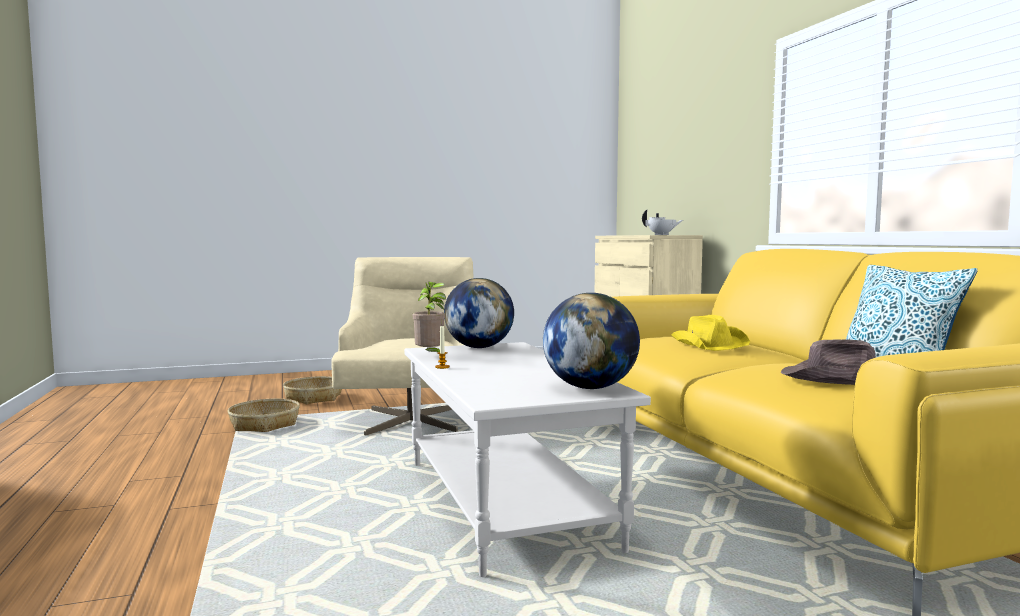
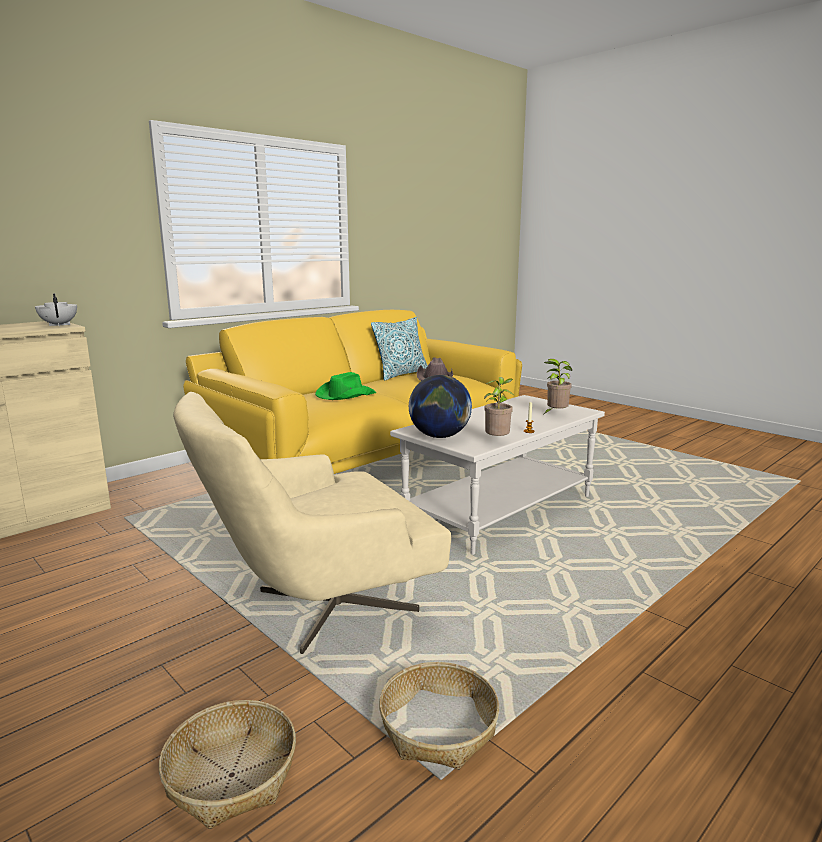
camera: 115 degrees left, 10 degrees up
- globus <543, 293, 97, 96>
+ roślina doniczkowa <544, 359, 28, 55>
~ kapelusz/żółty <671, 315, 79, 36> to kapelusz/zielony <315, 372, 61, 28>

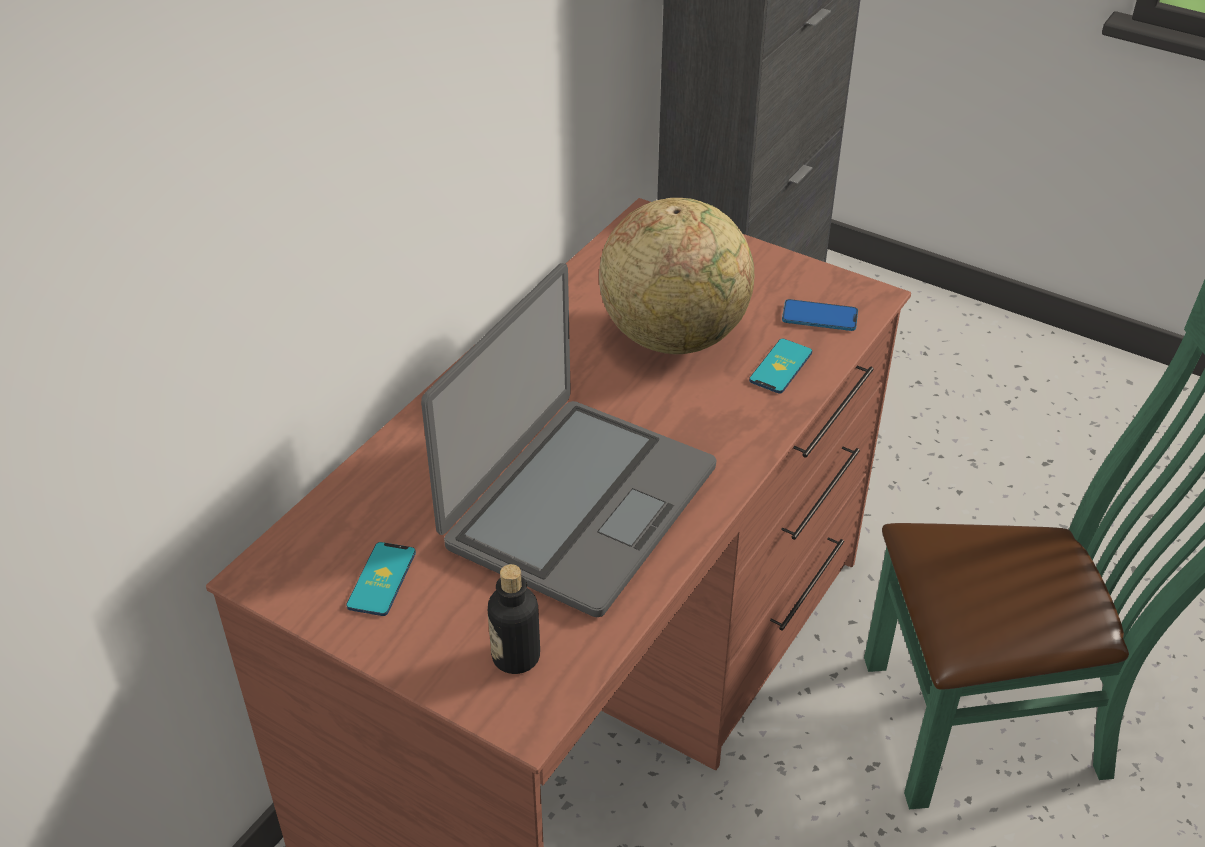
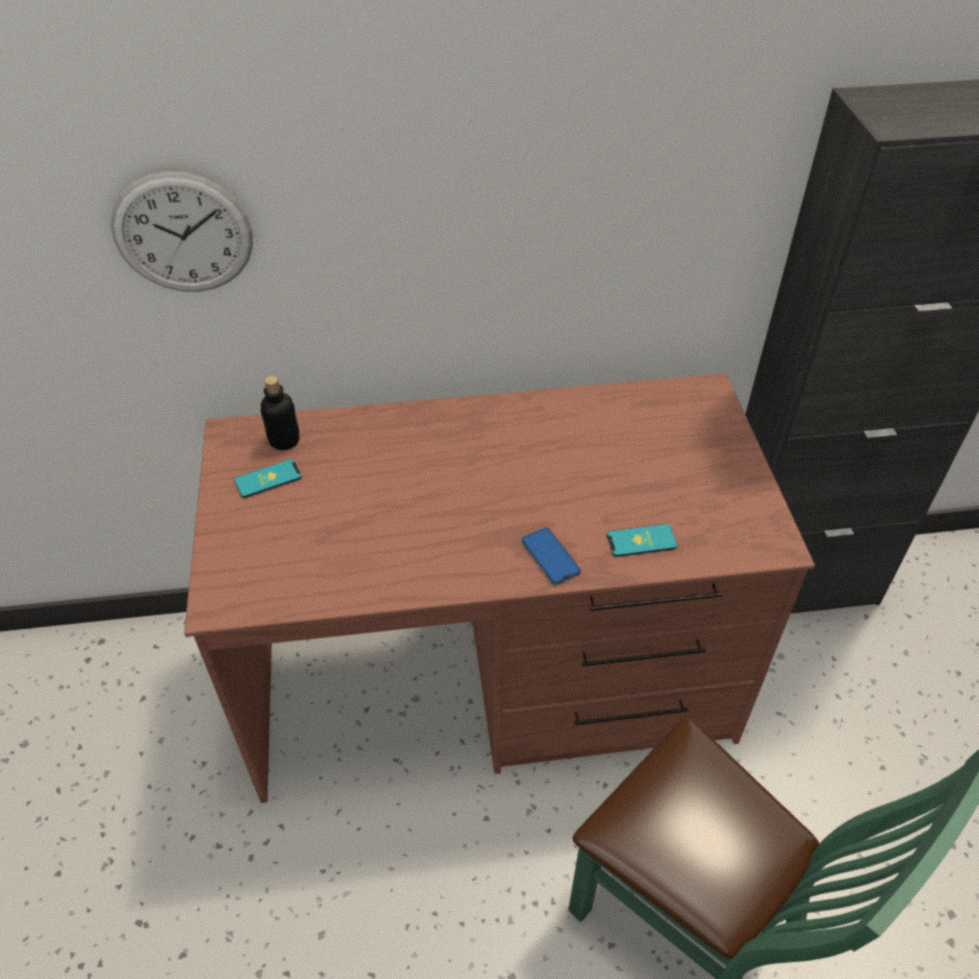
camera: 50 degrees right, 5 degrees up
- laptop <421, 263, 295, 354>
- globus <599, 198, 155, 156>
+ zegar ścienny <111, 171, 142, 121>
~ butelka <488, 564, 52, 110> to <261, 376, 38, 74>
~ telefon <782, 299, 76, 32> to <522, 528, 59, 57>

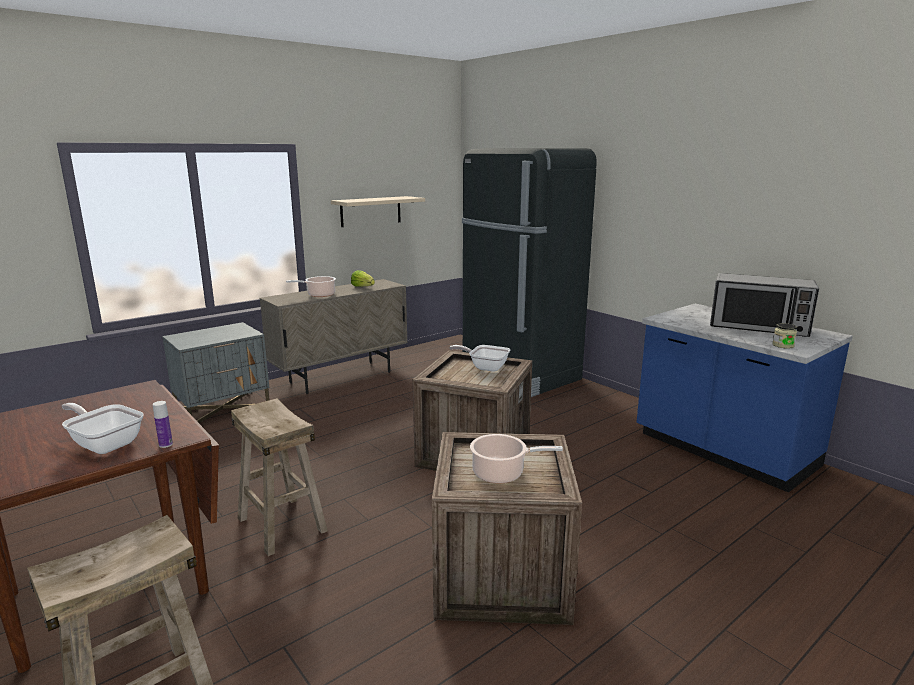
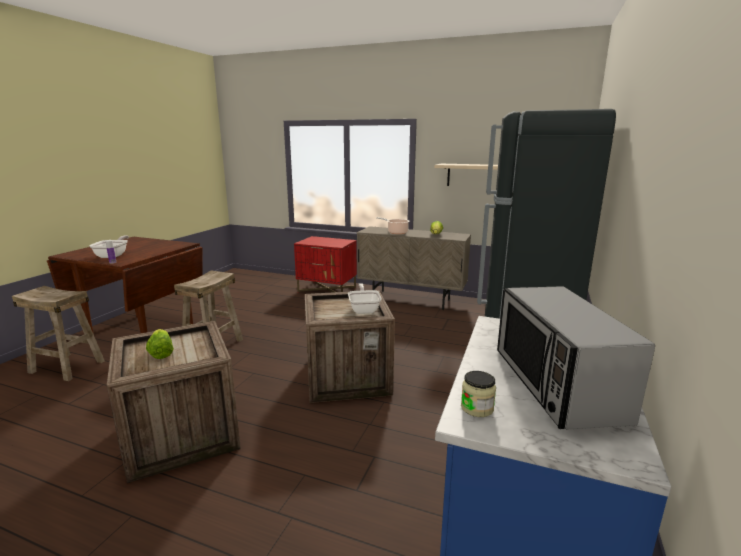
camera: 60 degrees right, 0 degrees up
~ garnek <470, 434, 93, 50> to sałata <146, 329, 28, 30>
~ szafka nocna/szary <162, 322, 107, 101> to szafka nocna/czerwony <294, 236, 63, 57>

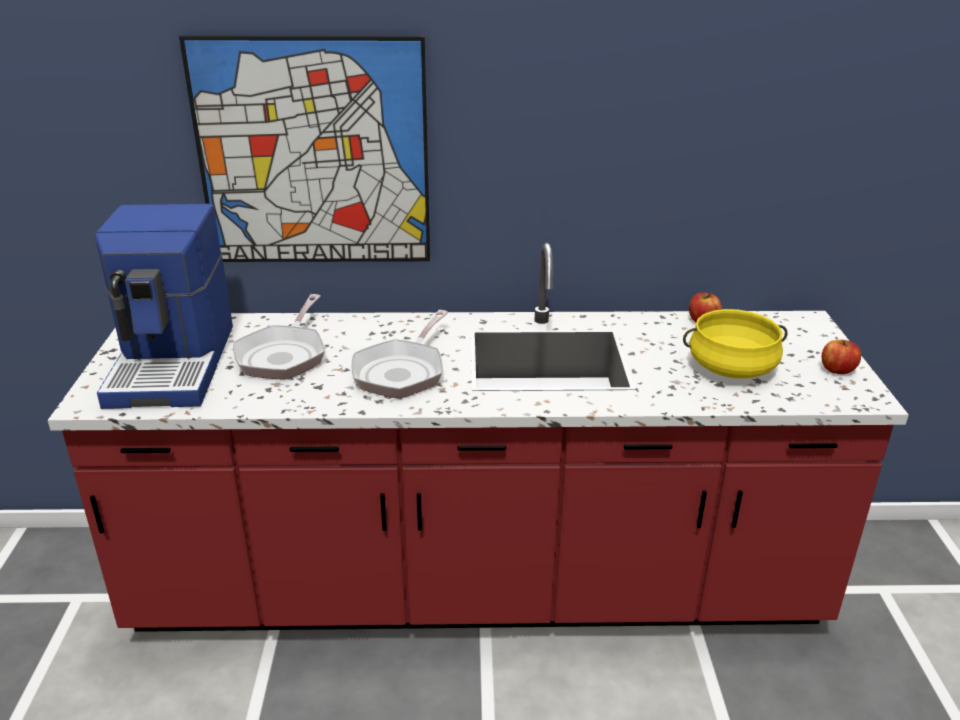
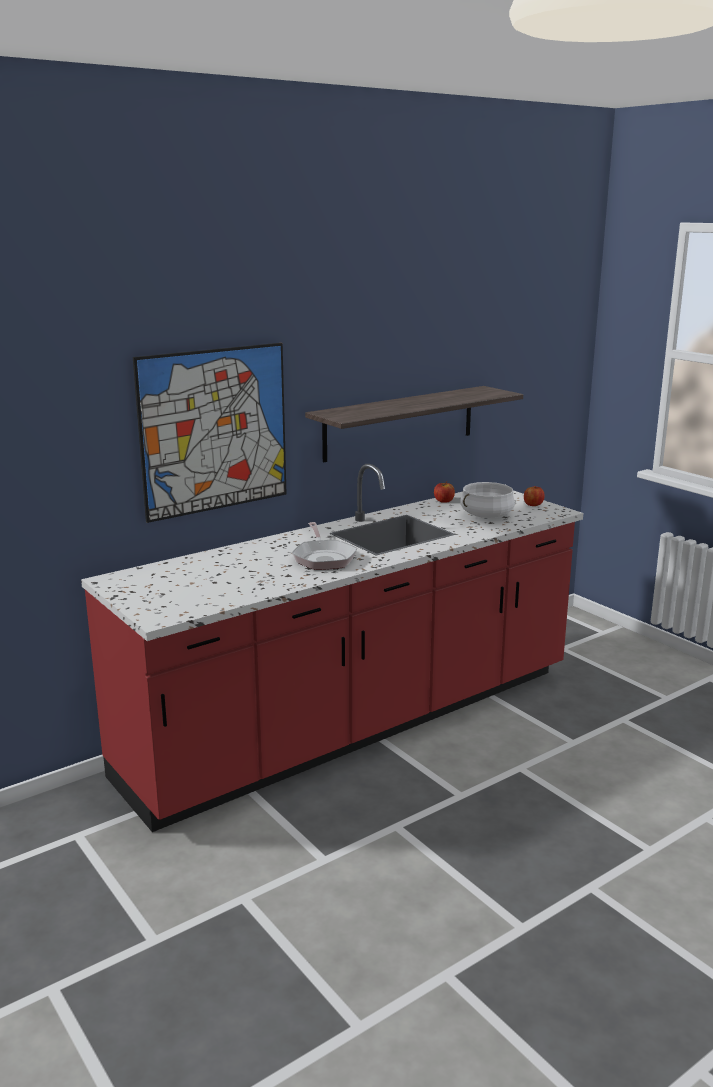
camera: 35 degrees left, 10 degrees down
- ekspres do kawy <95, 204, 138, 205>
- patelnia <233, 294, 92, 86>
+ półka <305, 386, 218, 76>
~ garnek/żółty <683, 309, 105, 70> to garnek/biały <460, 482, 55, 36>

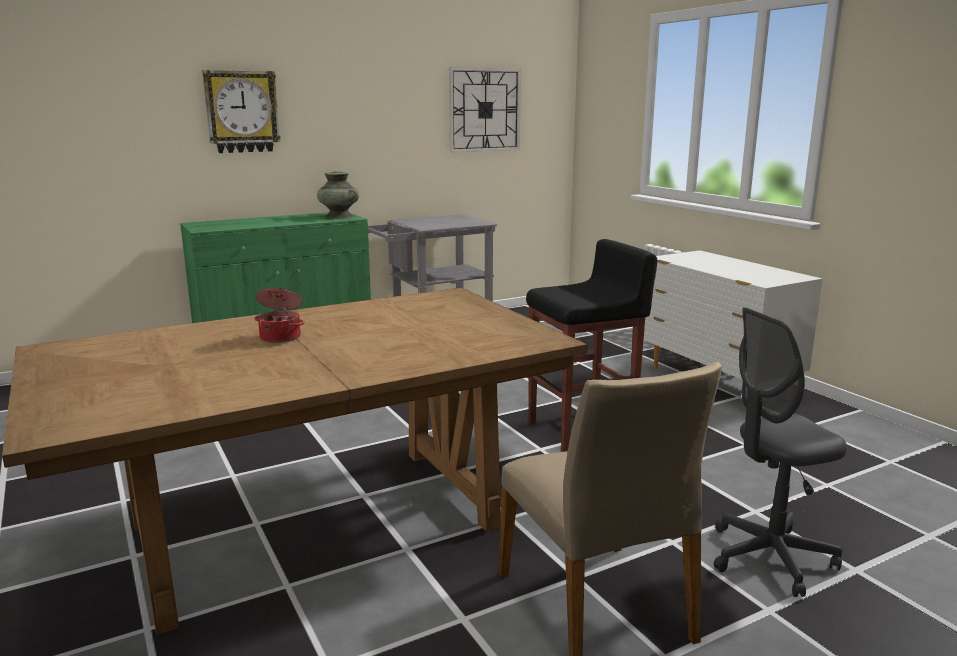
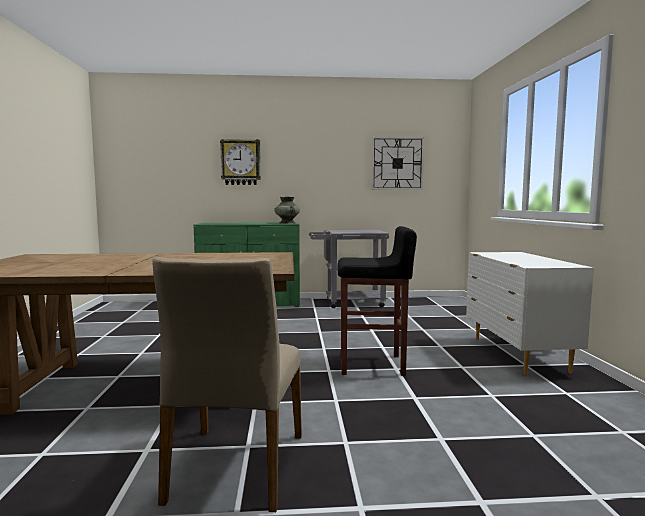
camera: 25 degrees right, 10 degrees down
- garnek <254, 288, 51, 55>
- krzesło biurowe/szary <714, 308, 133, 289>

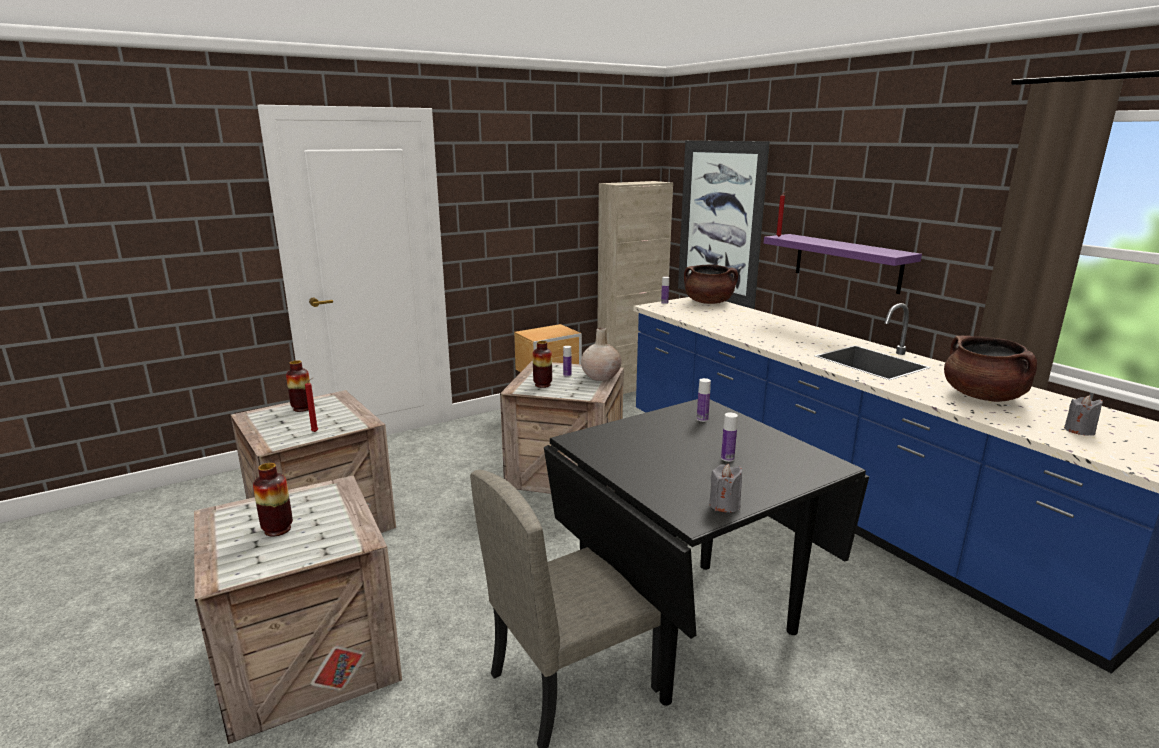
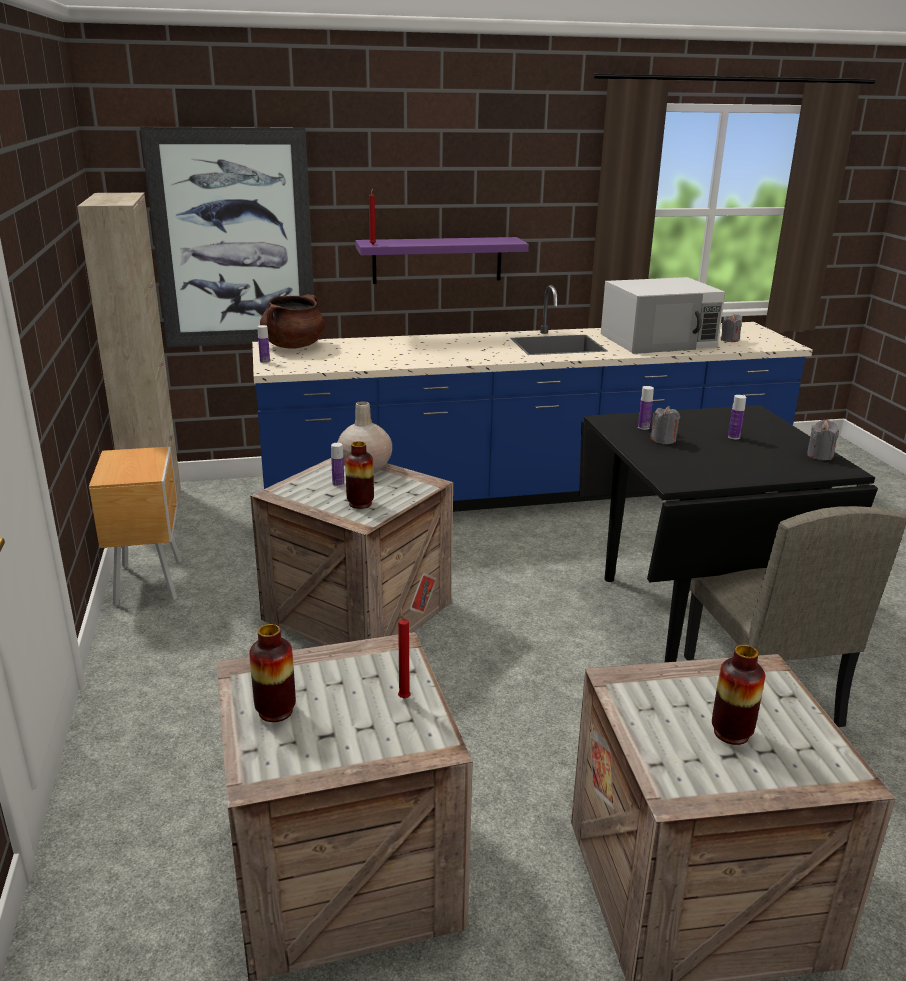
camera: 70 degrees left, 5 degrees up
+ świeca/szary <650, 406, 30, 38>
~ garnek/brązowy <944, 336, 93, 66> to mikrofalówka/biały <601, 277, 124, 77>

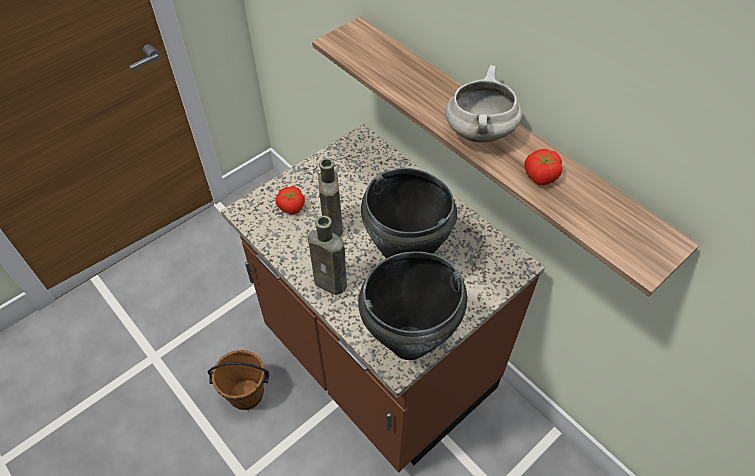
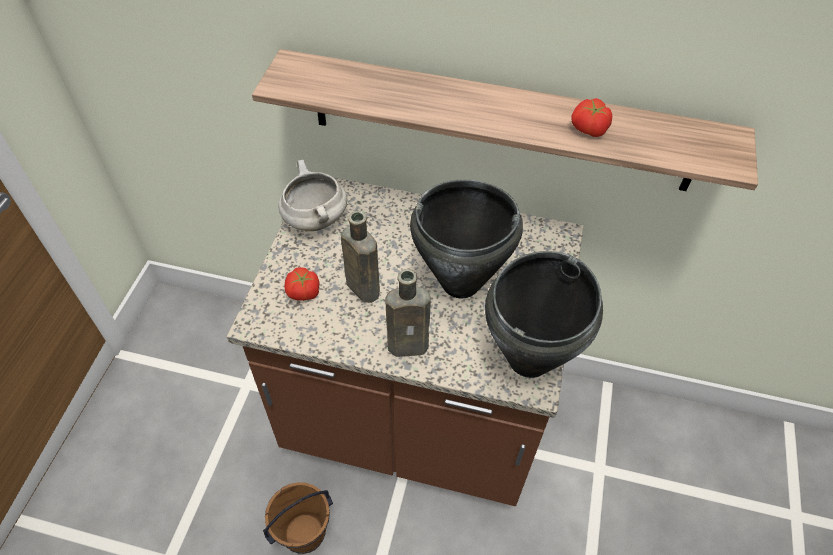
camera: 35 degrees left, 0 degrees up
~ garnek/biały <445, 65, 77, 78> to <278, 160, 69, 71>

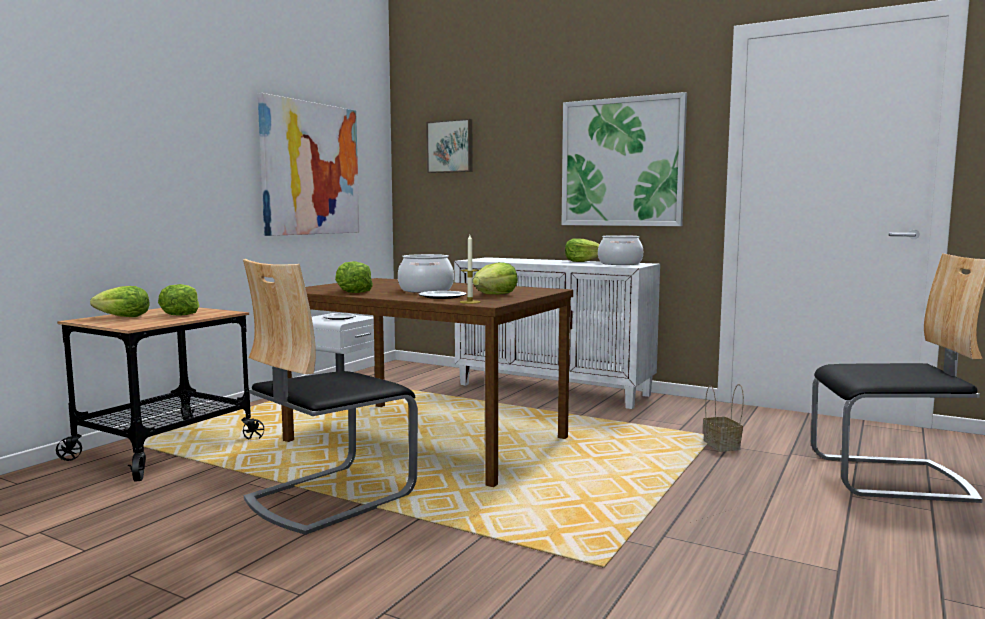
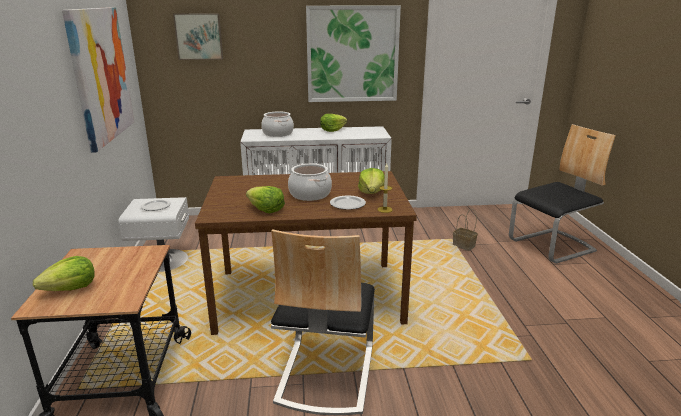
camera: 35 degrees left, 15 degrees up
- sałata <158, 284, 42, 32>
~ garnek <598, 235, 45, 30> to <261, 112, 33, 25>

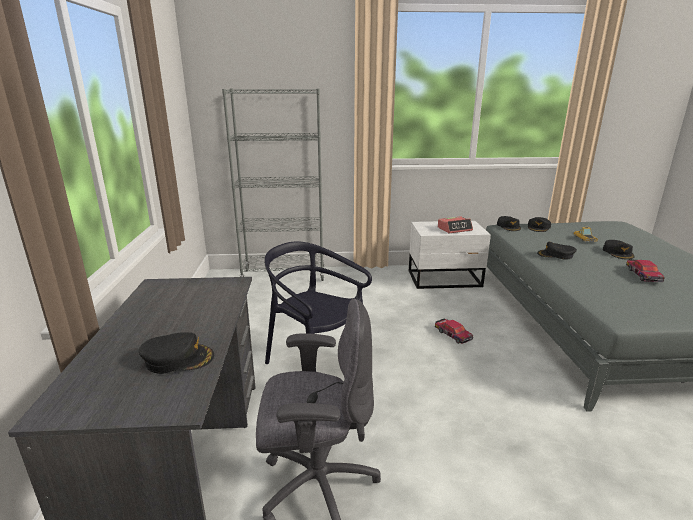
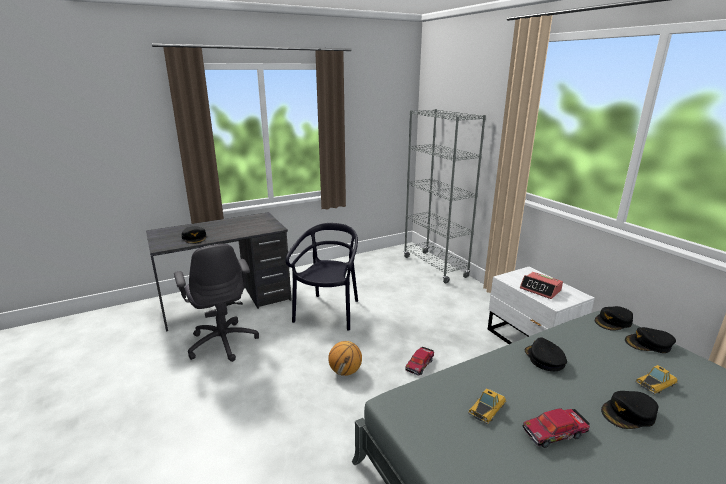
camera: 65 degrees right, 0 degrees up
+ piłka do koszykówki <328, 341, 34, 35>
+ samochodzik <468, 389, 38, 35>

